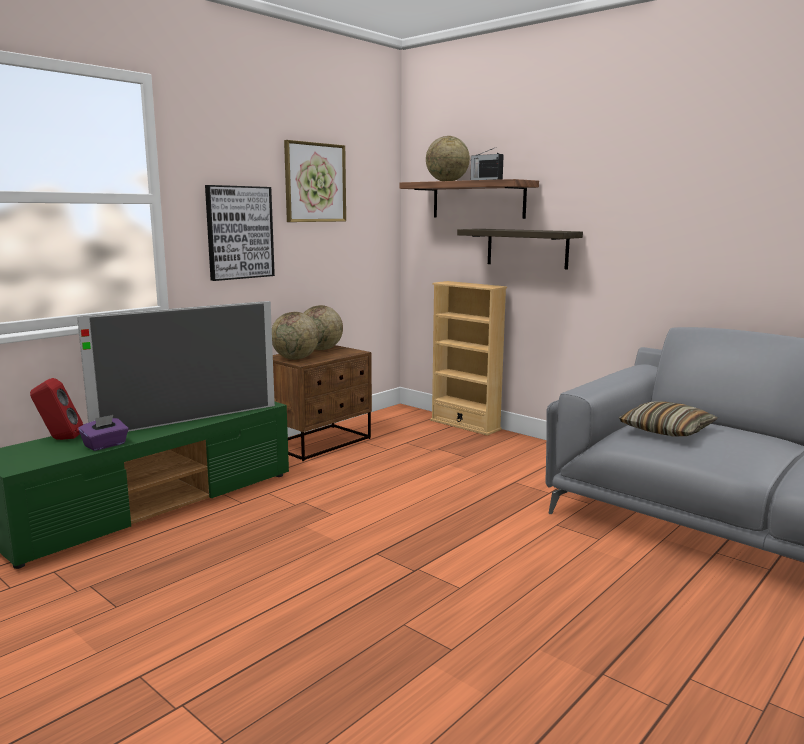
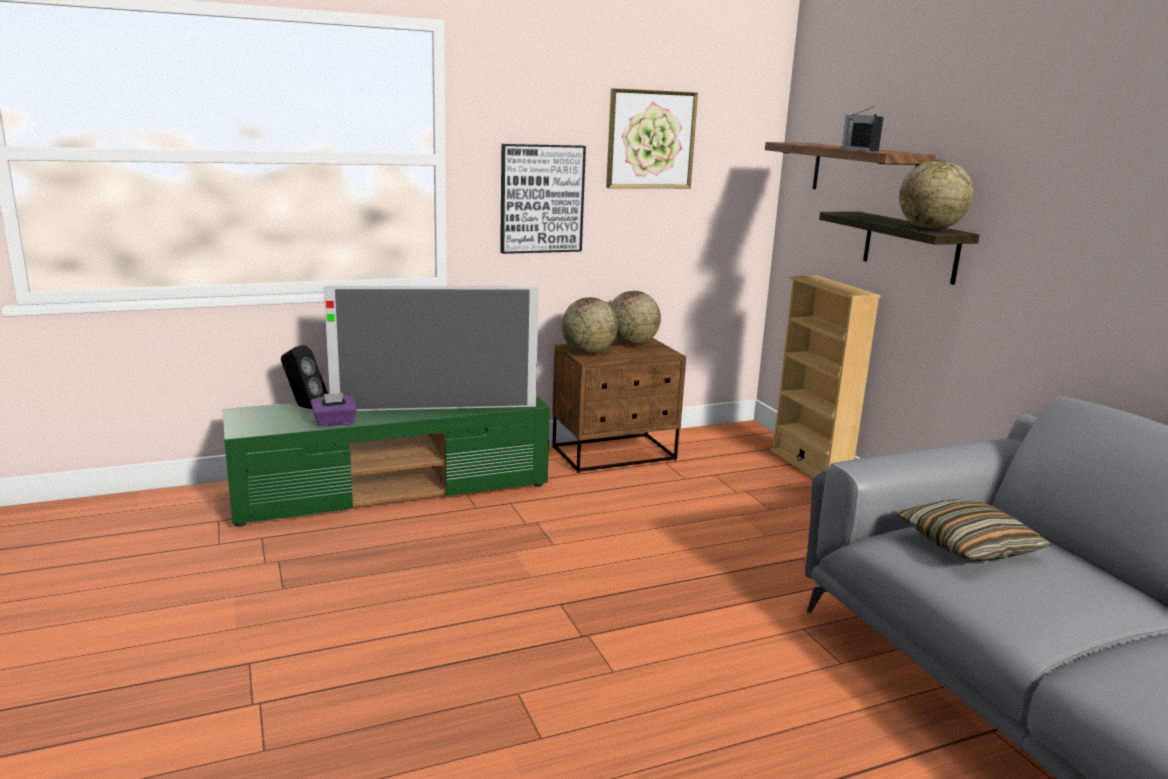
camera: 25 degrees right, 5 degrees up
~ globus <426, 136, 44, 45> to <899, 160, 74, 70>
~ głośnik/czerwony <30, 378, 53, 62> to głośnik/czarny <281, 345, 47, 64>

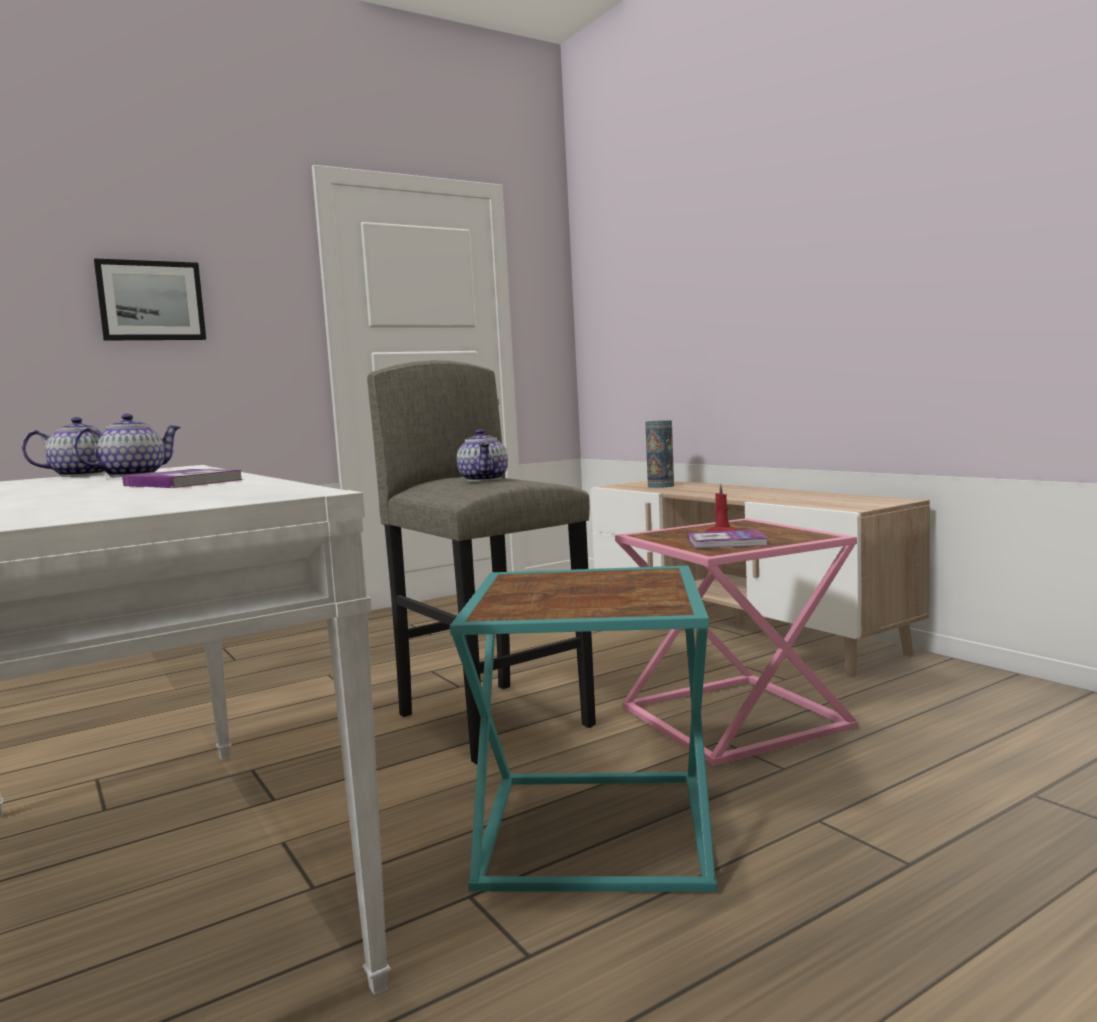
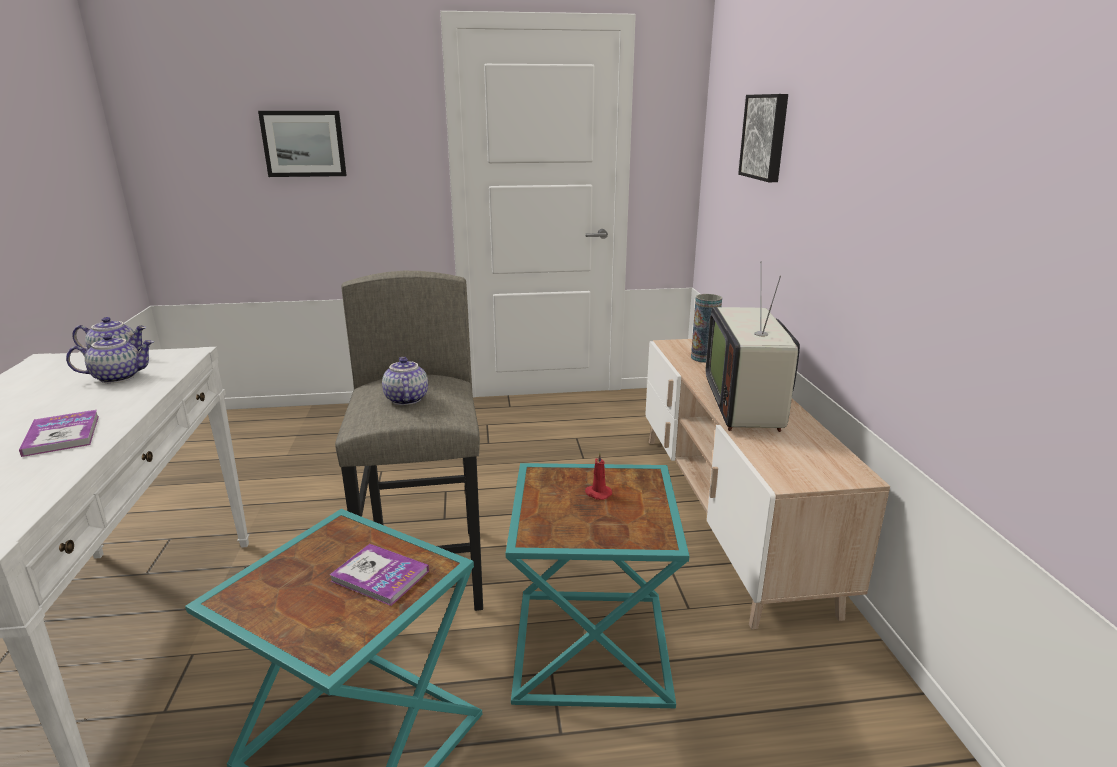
camera: 25 degrees right, 15 degrees up
+ telewizor <706, 262, 94, 170>
+ obraz <738, 94, 50, 88>
~ książka <687, 529, 81, 20> to <329, 544, 100, 62>
~ stolik/różowy <615, 518, 243, 248> to stolik/turkusowy <506, 463, 183, 245>
~ imbryk <457, 429, 51, 53> = <382, 357, 46, 48> 150 degrees clockwise

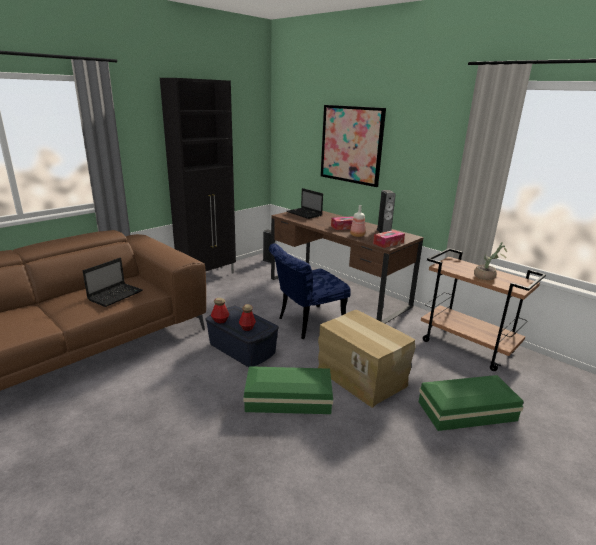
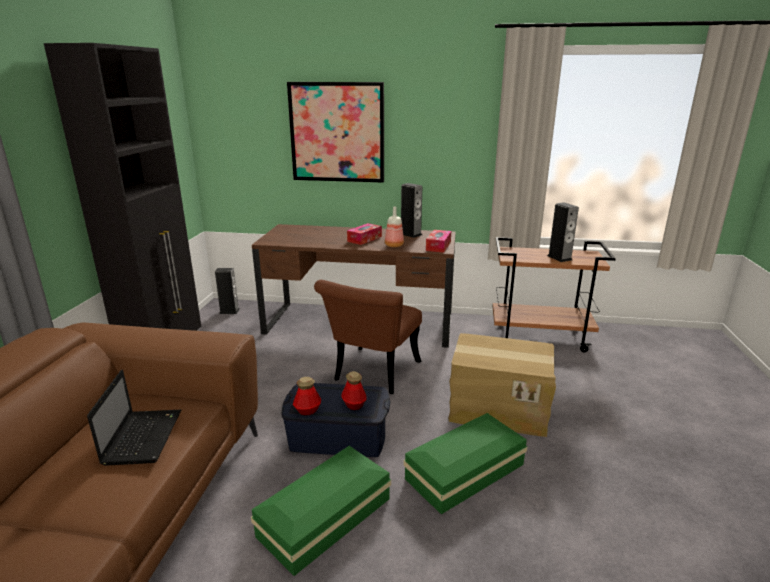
camera: 35 degrees left, 0 degrees up
- laptop <287, 188, 36, 31>
~ pojemnik do przechowywania/zielony <419, 375, 105, 56> to <251, 446, 140, 130>
~ roślina doniczkowa <474, 242, 33, 38> to głośnik <547, 202, 32, 60>
~ krzesło/niebieski <269, 243, 82, 96> to krzesło/brązowy <314, 280, 108, 114>

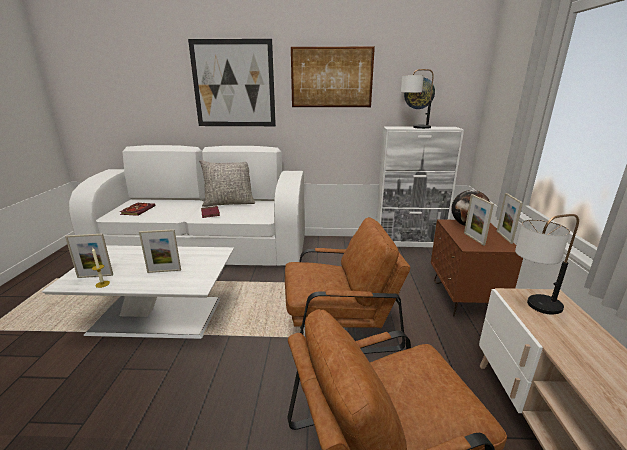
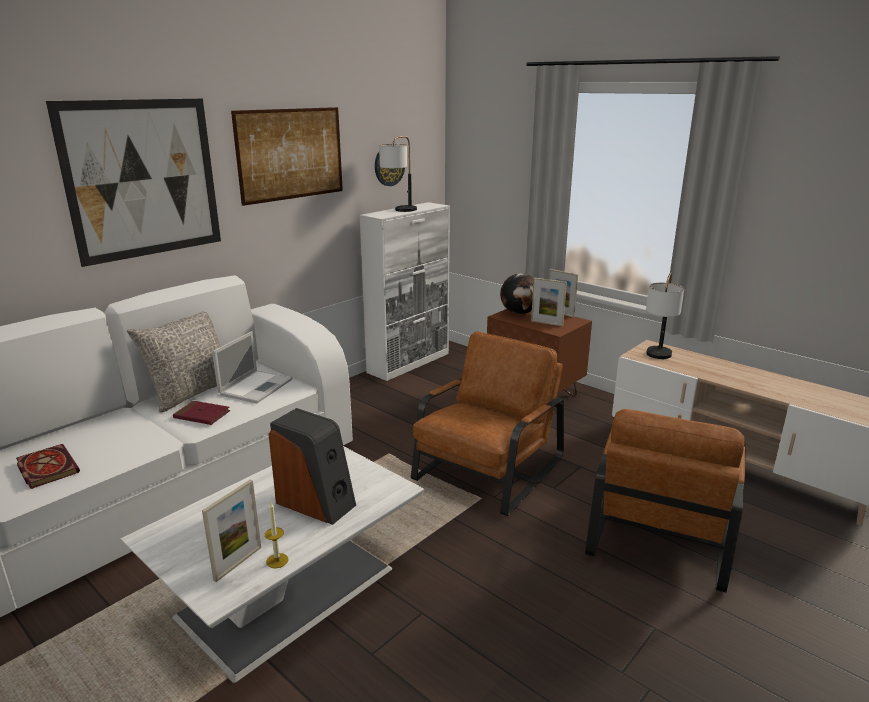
camera: 50 degrees left, 0 degrees up
+ laptop <212, 331, 80, 72>
~ ramka na zdjęcie <139, 229, 42, 44> to głośnik <268, 408, 88, 117>

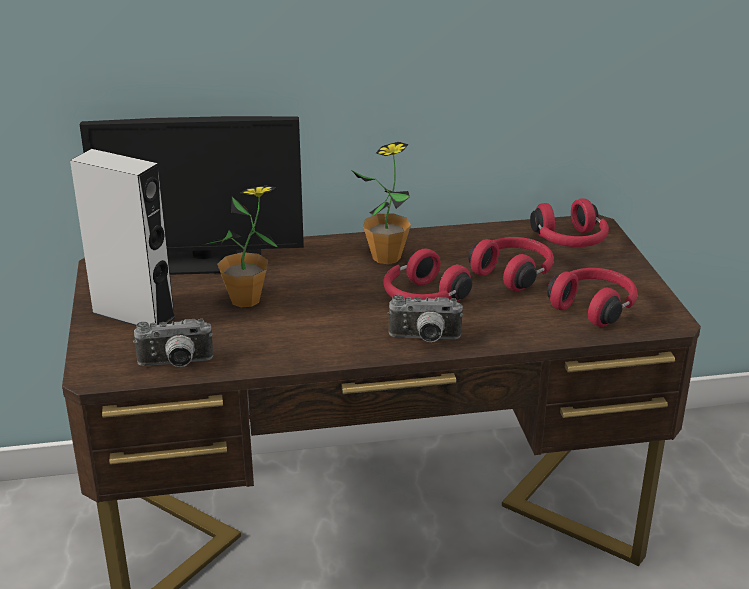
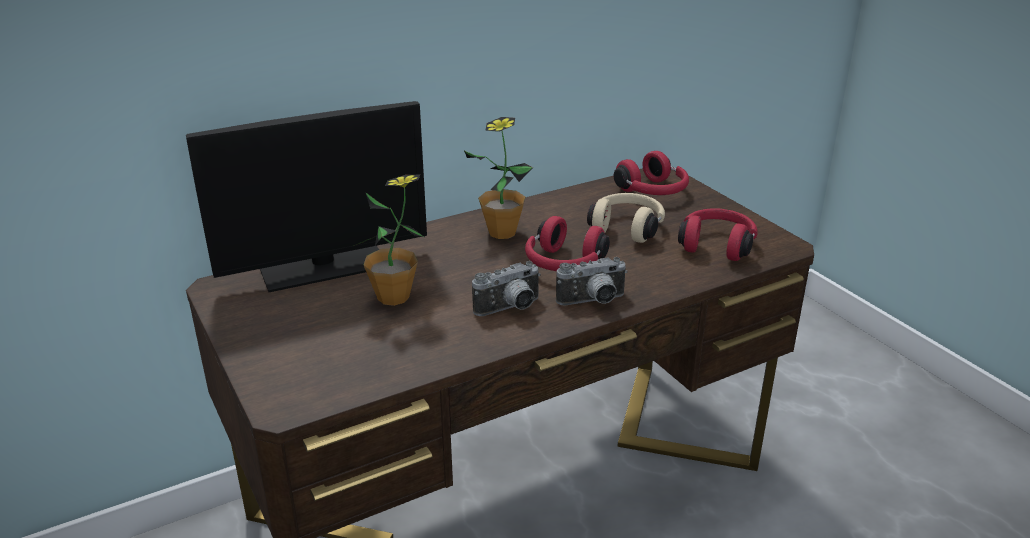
camera: 20 degrees left, 0 degrees up
- głośnik/szary <70, 149, 106, 177>
~ aparat fotograficzny <133, 319, 80, 48> to <472, 261, 69, 55>
~ słuchawki/czerwony <468, 237, 86, 54> to słuchawki/beżowy <587, 193, 78, 50>

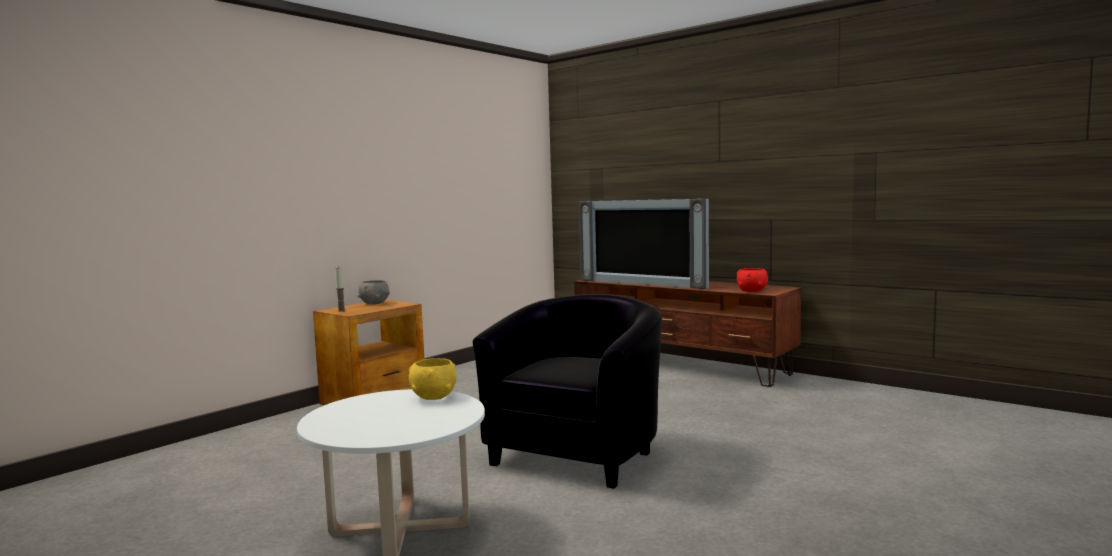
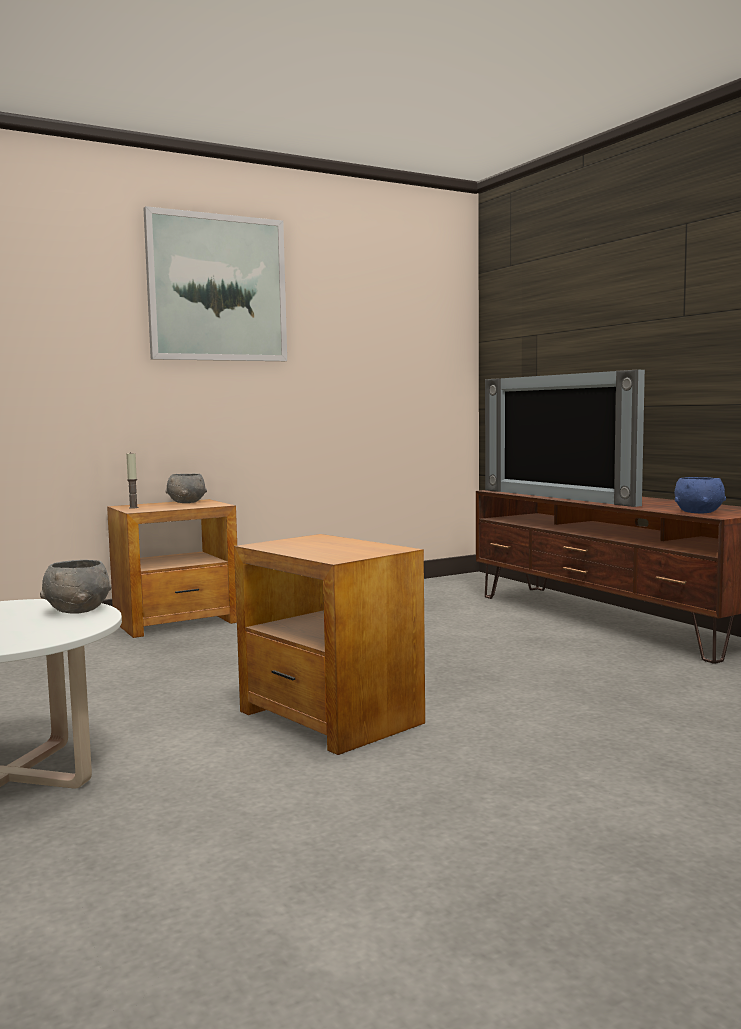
camera: 20 degrees right, 0 degrees up
+ obraz <143, 206, 144, 155>
~ fotel/czarny <472, 294, 190, 195> to stolik/brązowy <234, 534, 191, 221>
~ miska/żółty <409, 358, 48, 42> to miska/szary <40, 560, 71, 53>
~ miska/czerwony <737, 268, 31, 24> to miska/niebieski <674, 477, 52, 36>

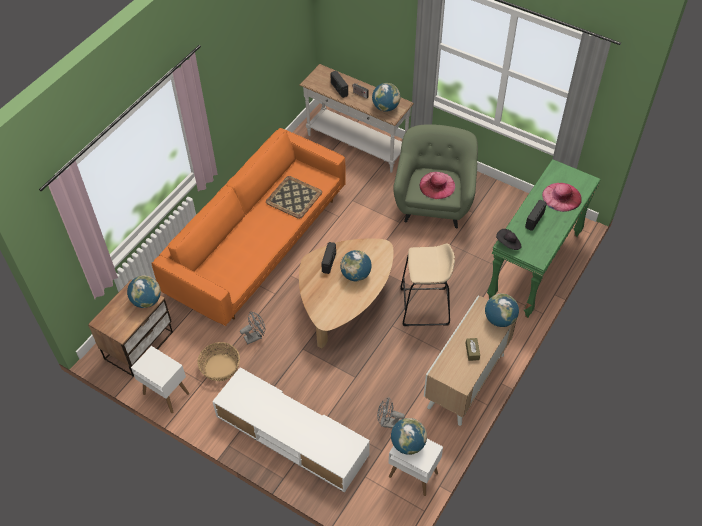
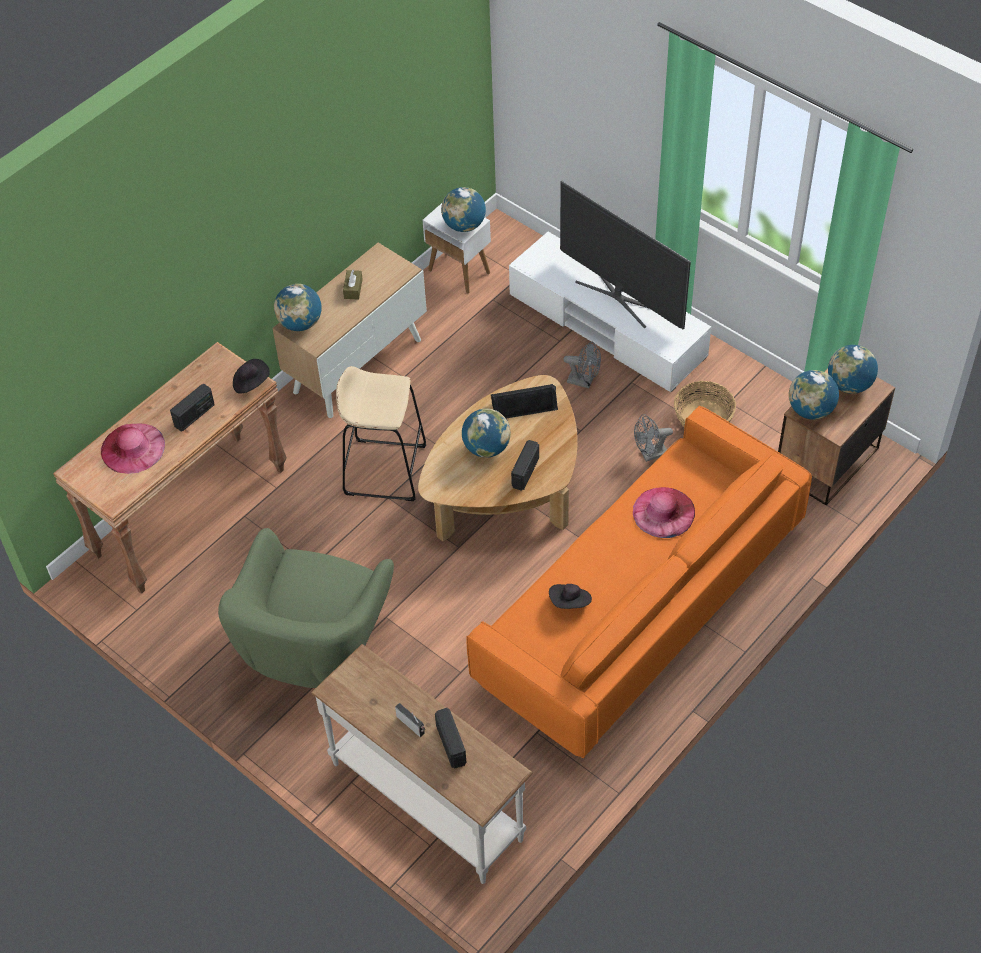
camera: 170 degrees left, 0 degrees up
- stolik/biały <131, 346, 59, 67>
+ głośnik/czarny <491, 384, 67, 35>
+ telewizor <560, 181, 131, 148>
~ globus <372, 83, 28, 29> to <828, 345, 50, 49>
~ wentylator/szary <377, 397, 28, 31> to <563, 342, 38, 46>
~ kapelusz/różowy <420, 172, 35, 27> to <633, 487, 62, 51>
~ taca <266, 176, 56, 43> to kapelusz/czarny <549, 584, 43, 25>
~ stolik konsolowy/zielony <487, 159, 114, 159> to stolik konsolowy/brązowy <53, 342, 234, 252>

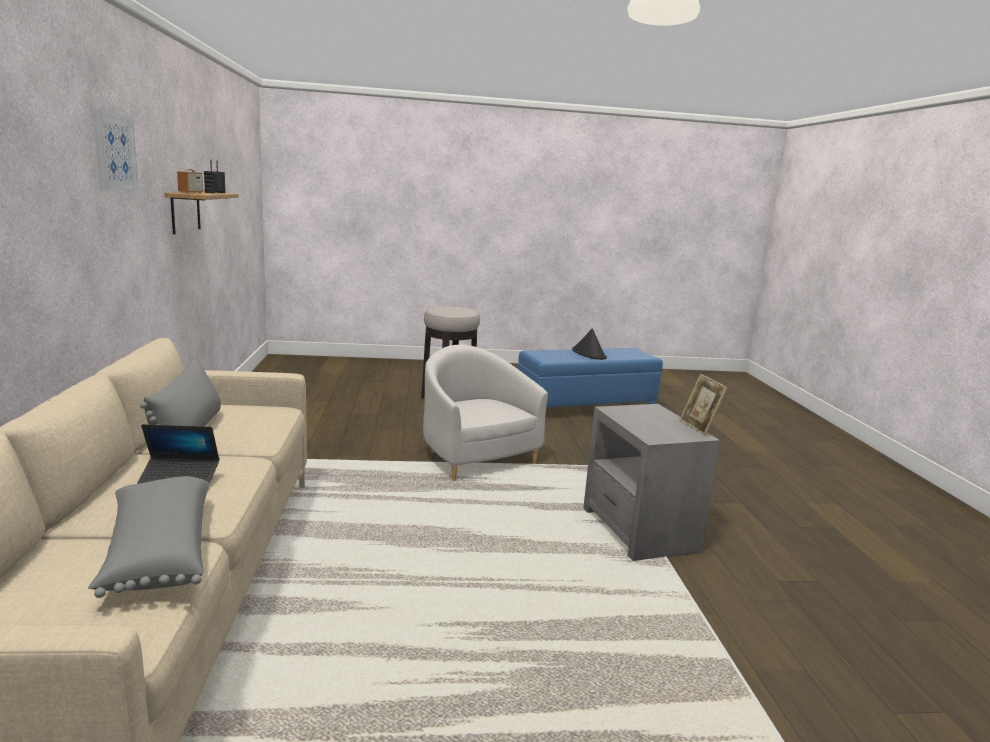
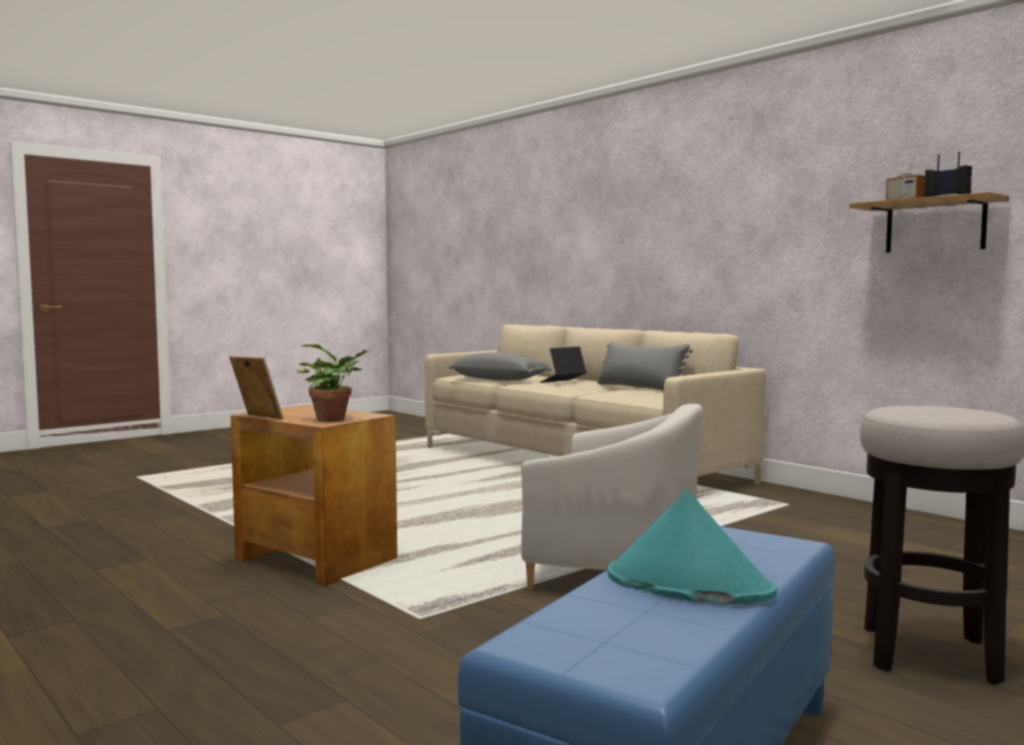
camera: 145 degrees right, 10 degrees down
- obraz <92, 109, 47, 82>
+ roślina doniczkowa <297, 344, 75, 78>
~ kapelusz/czarny <572, 328, 35, 32> to kapelusz/turkusowy <608, 490, 169, 114>
~ stolik/szary <583, 404, 137, 157> to stolik/brązowy <231, 405, 166, 181>

